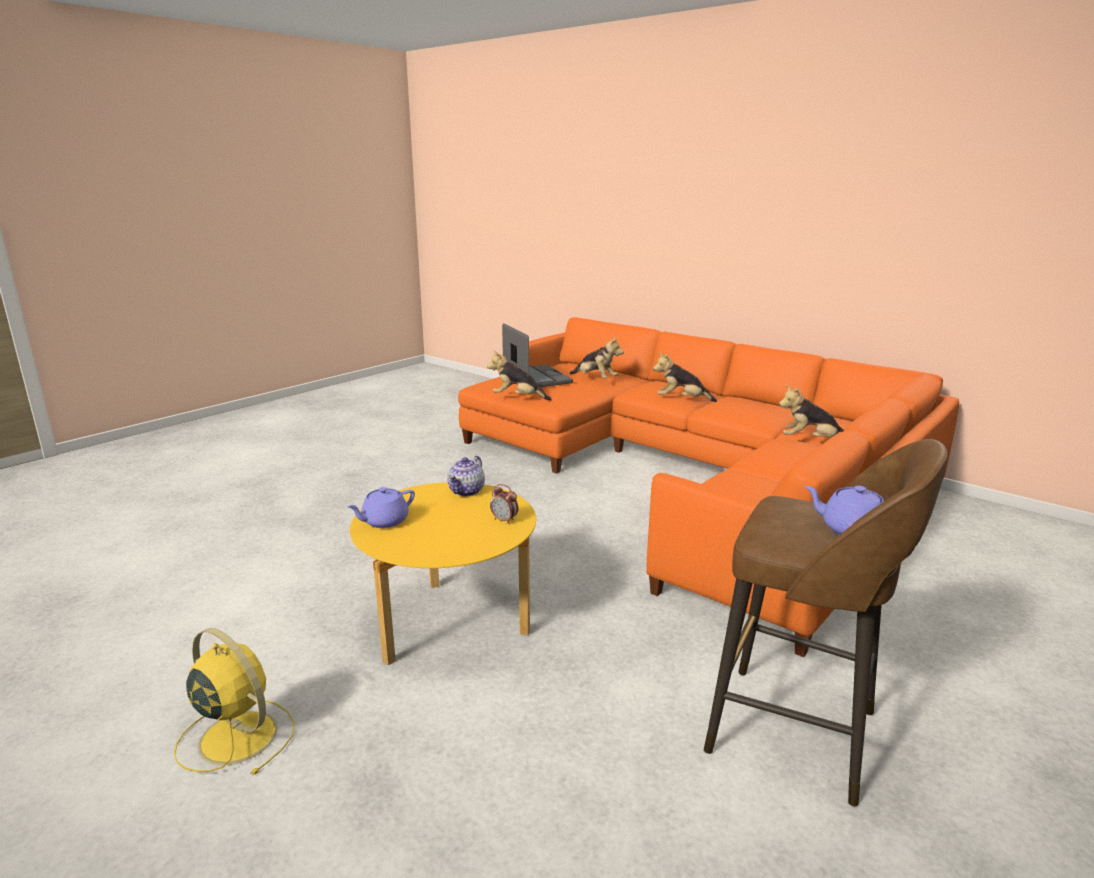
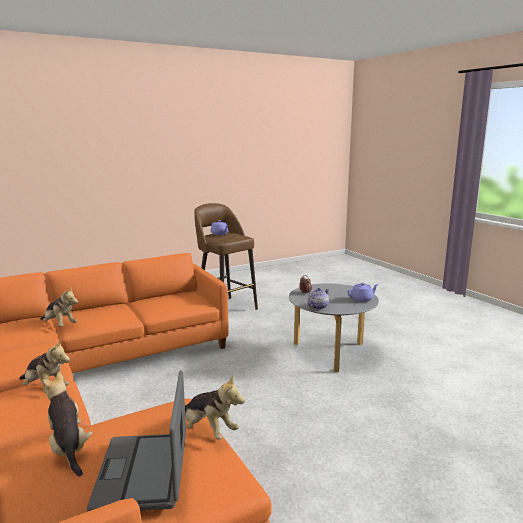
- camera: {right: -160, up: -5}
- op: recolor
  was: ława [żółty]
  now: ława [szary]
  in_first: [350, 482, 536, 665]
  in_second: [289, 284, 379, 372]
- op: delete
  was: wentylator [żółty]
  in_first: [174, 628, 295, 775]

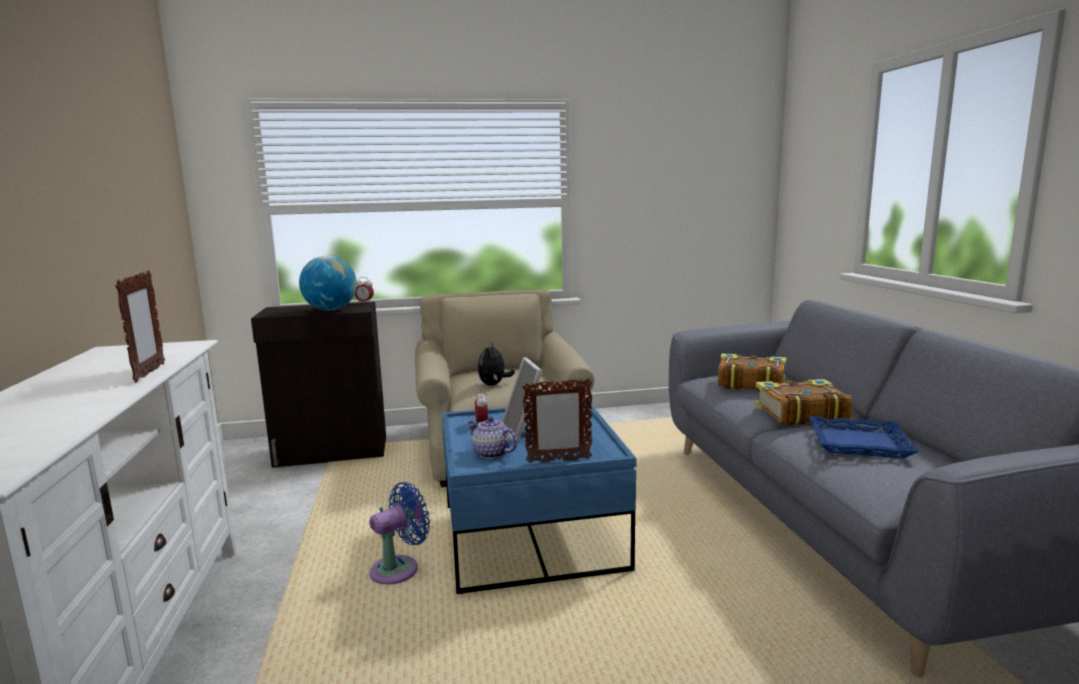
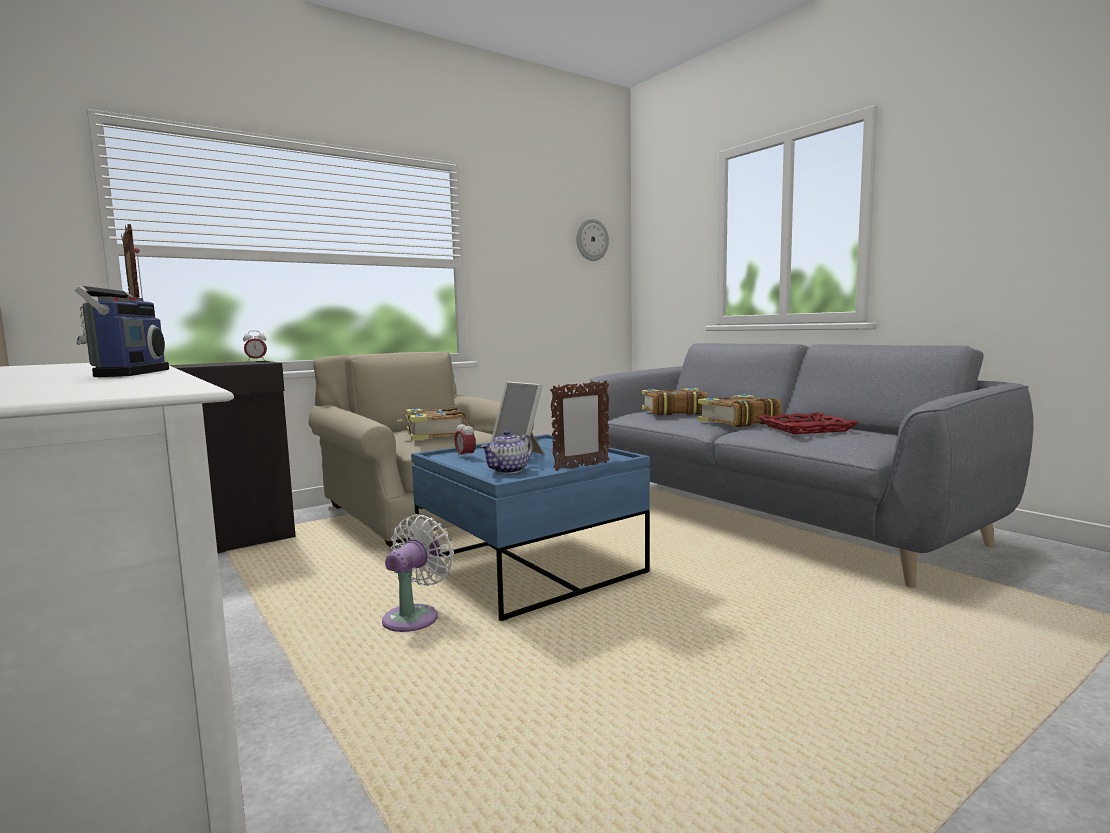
- camera: {right: -25, up: -5}
- op: insert
  now: radio
  in_second: [74, 248, 169, 377]
- op: recolor
  was: wentylator [niebieski]
  now: wentylator [biały]
  in_first: [370, 482, 430, 585]
  in_second: [382, 514, 454, 632]
- op: replace
  was: pluszak
  now: książka
  in_first: [478, 343, 515, 385]
  in_second: [397, 406, 466, 440]
- op: rotate
  was: imbryk
  in_first: [467, 417, 517, 459]
  in_second: [481, 431, 533, 474]
  clockwise: -60
- op: insert
  now: zegar ścienny
  in_second: [576, 218, 609, 261]
- op: recolor
  was: taca [niebieski]
  now: taca [czerwony]
  in_first: [809, 416, 919, 458]
  in_second: [757, 412, 860, 434]
- op: delete
  was: globus
  in_first: [299, 256, 357, 311]

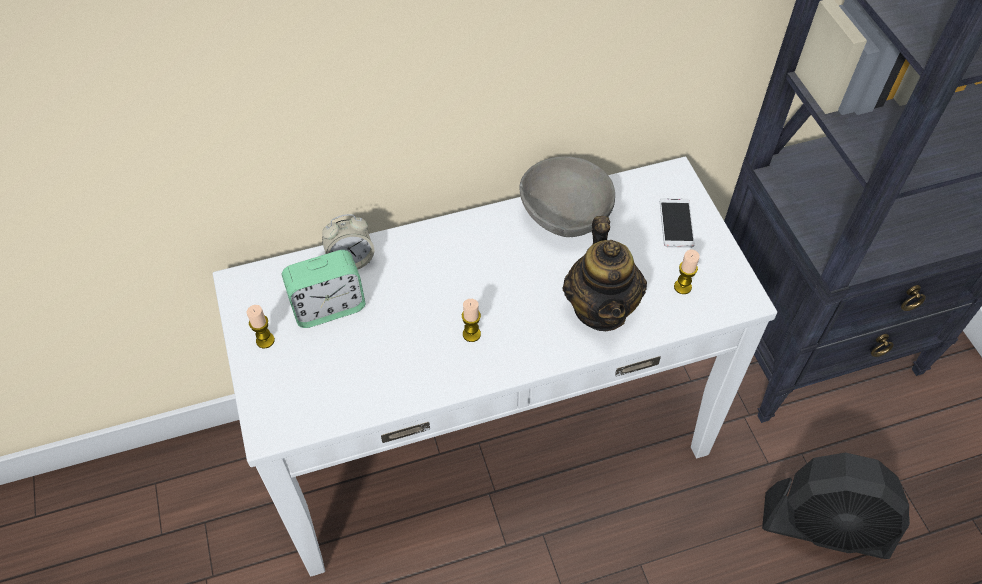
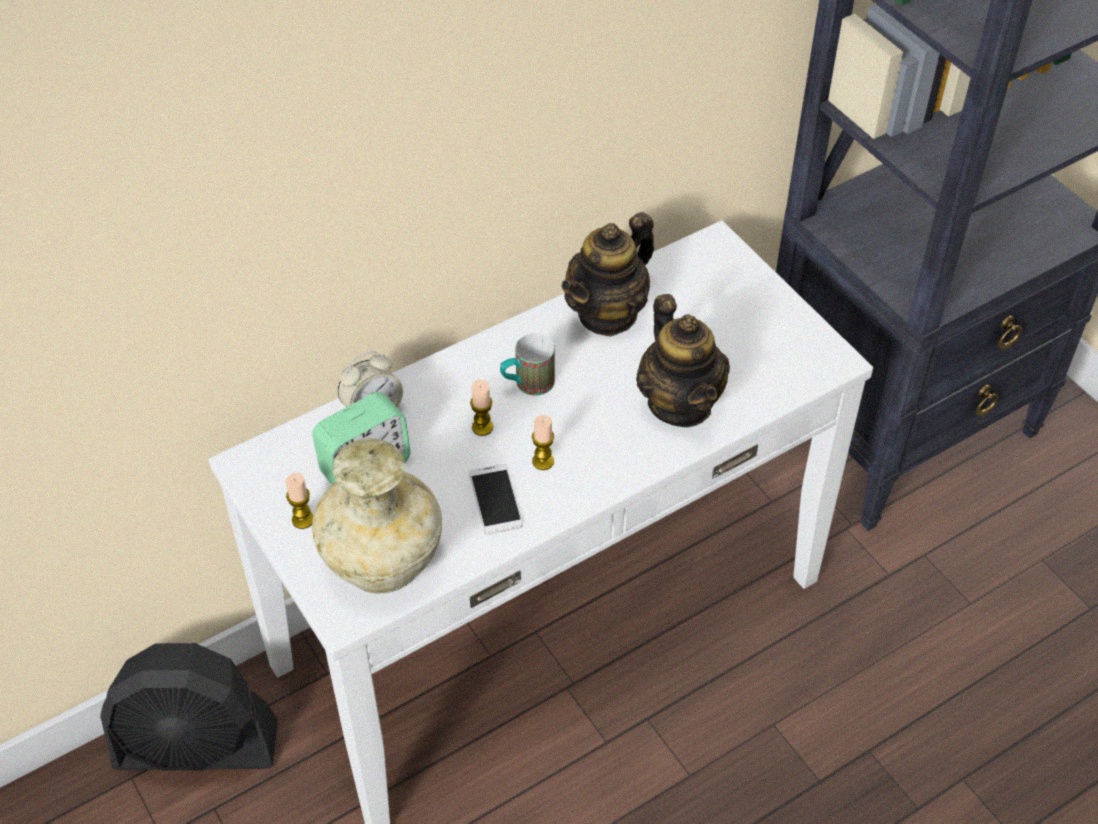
- camera: {right: -15, up: -5}
- op: move
  was: wentylator [czarny]
  in_first: [762, 453, 910, 559]
  in_second: [100, 643, 278, 771]
- op: insert
  now: wazon [beżowy]
  in_second: [312, 438, 442, 593]
- op: move
  was: telefon
  in_first: [660, 198, 695, 248]
  in_second: [469, 464, 523, 535]
- op: move
  was: świeca
  in_first: [674, 250, 700, 294]
  in_second: [470, 380, 493, 436]
- op: insert
  now: kubek
  in_second: [500, 333, 555, 396]
- op: replace
  was: miska [szary]
  now: imbryk
  in_first: [519, 156, 615, 237]
  in_second: [561, 212, 654, 337]

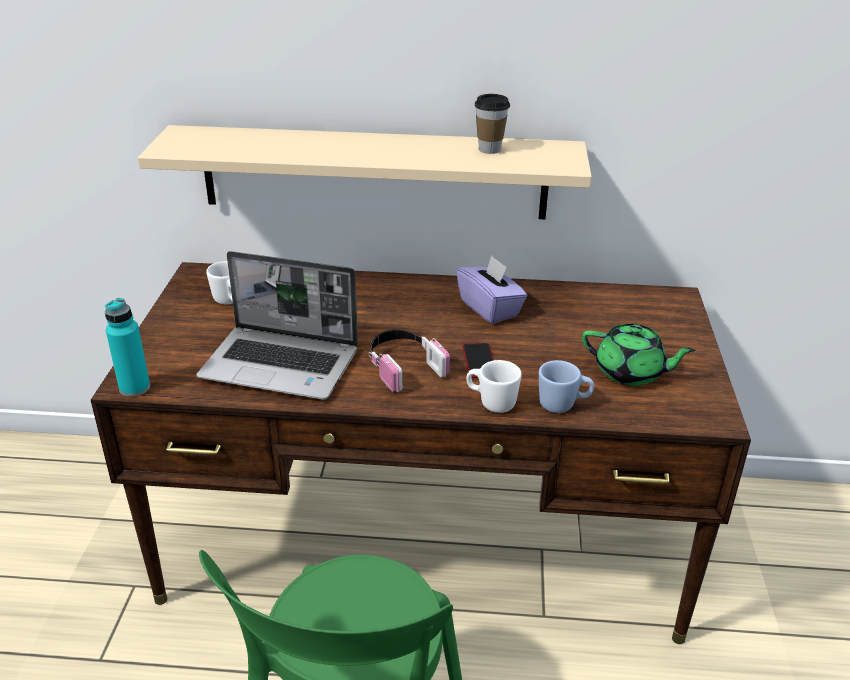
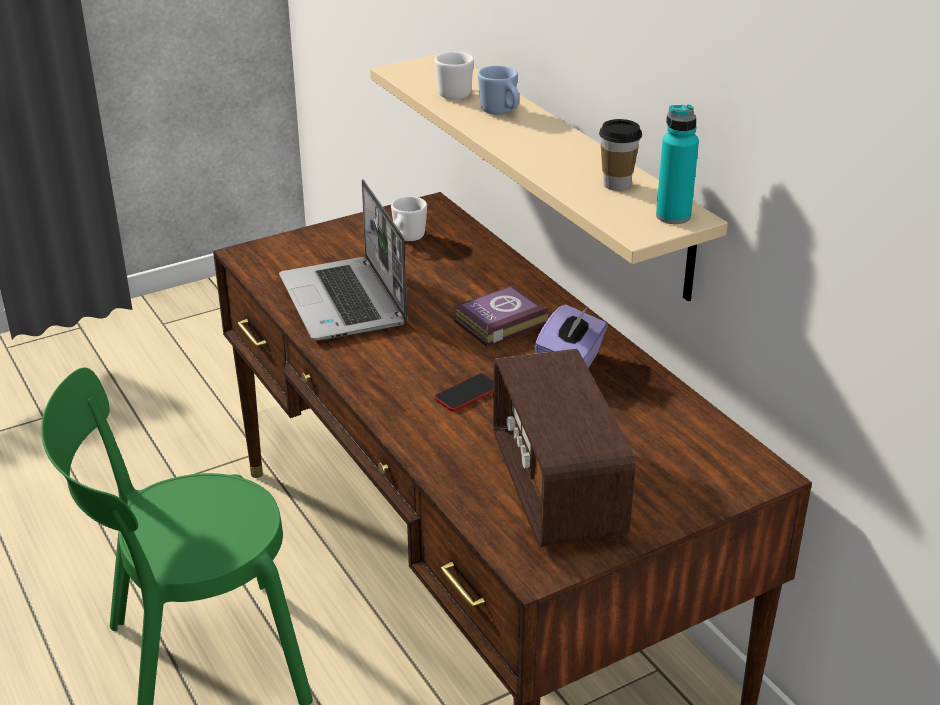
- camera: {right: 55, up: 0}
- op: move
  was: kubek [biały]
  in_first: [466, 360, 522, 413]
  in_second: [435, 52, 474, 100]
- op: insert
  now: książka
  in_second: [454, 285, 548, 347]
- op: move
  was: kubek [niebieski]
  in_first: [539, 360, 594, 413]
  in_second: [478, 66, 520, 115]
- op: replace
  was: imbryk [zielony]
  now: radio
  in_first: [582, 323, 696, 386]
  in_second: [493, 349, 635, 547]
- op: move
  was: butelka [turkusowy]
  in_first: [105, 298, 150, 397]
  in_second: [656, 105, 699, 224]
- op: delete
  was: słuchawki
  in_first: [369, 329, 450, 393]

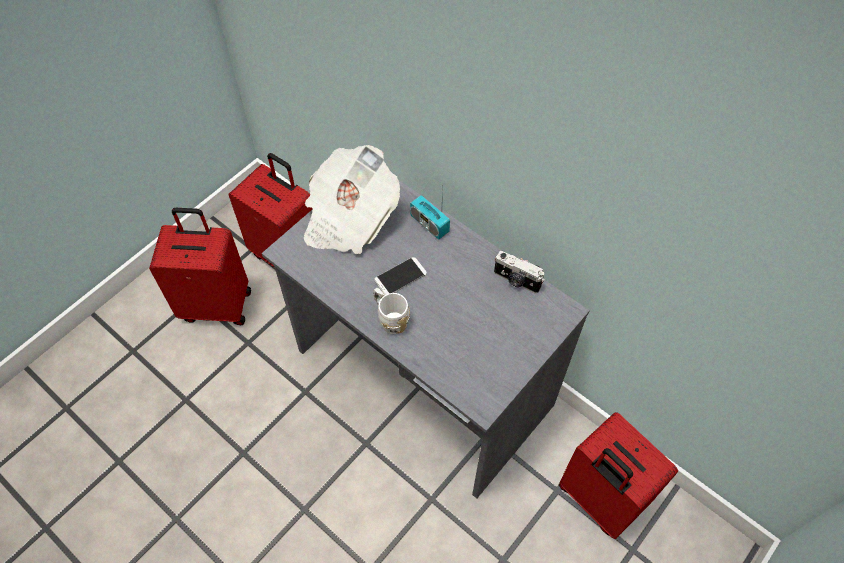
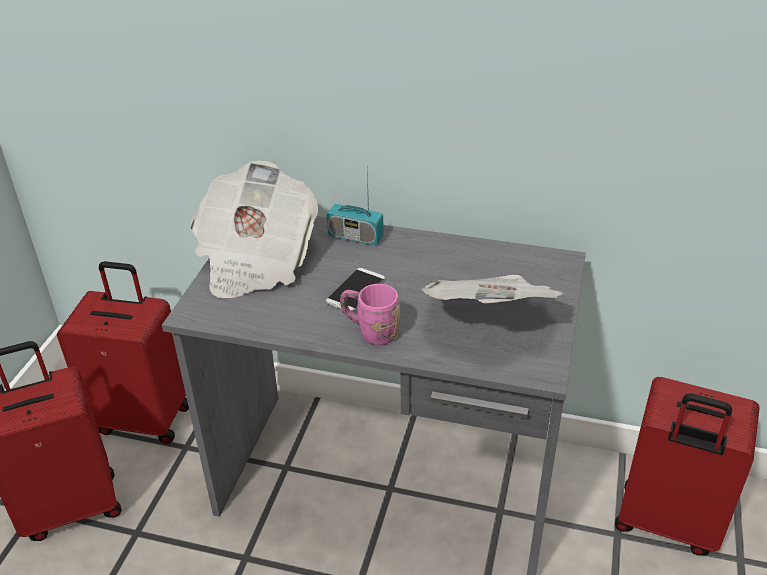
- camera: {right: -25, up: -20}
- op: recolor
  was: kubek [biały]
  now: kubek [różowy]
  in_first: [373, 288, 410, 334]
  in_second: [340, 284, 400, 345]
- op: insert
  now: gazeta
  in_second: [421, 275, 564, 303]
- op: delete
  was: aparat fotograficzny
  in_first: [494, 251, 545, 293]

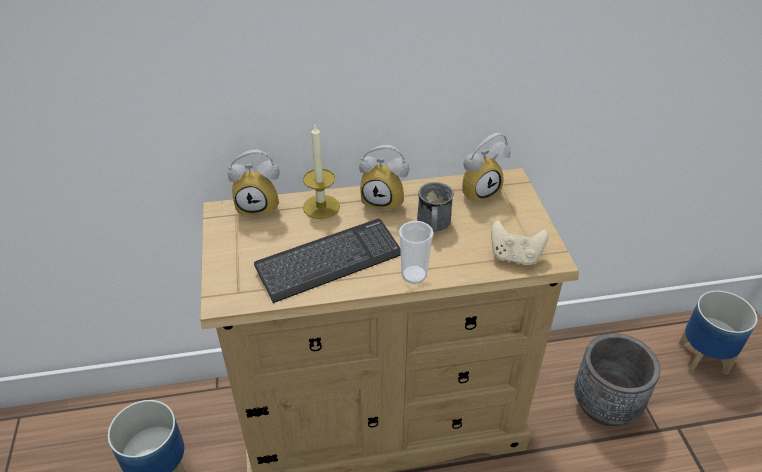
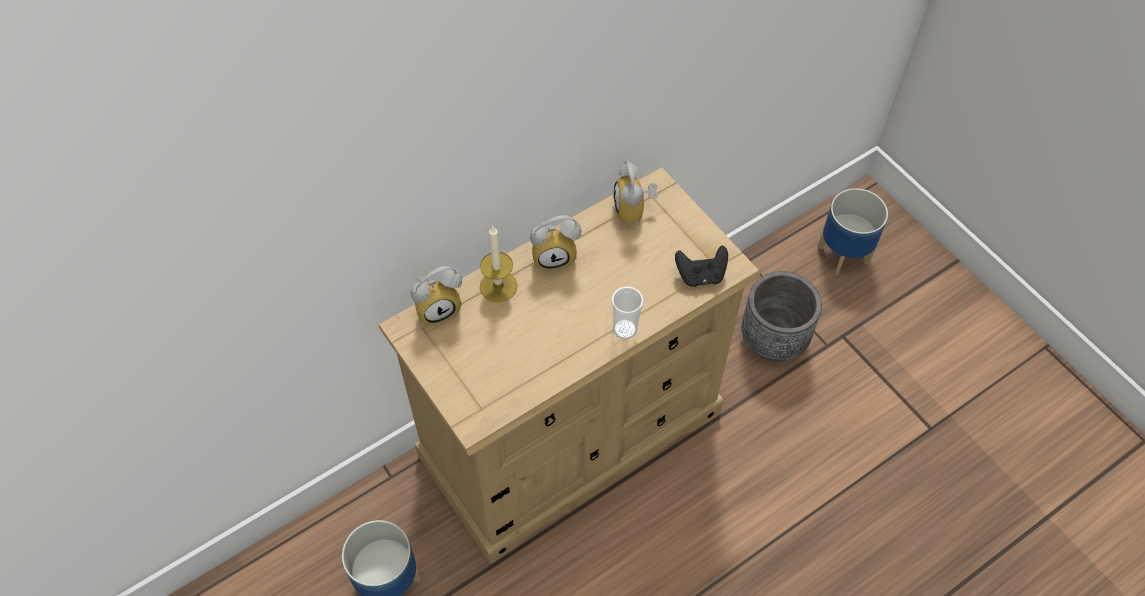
- camera: {right: -25, up: 15}
- op: rotate
  was: budzik
  in_first: [461, 133, 510, 205]
  in_second: [613, 161, 658, 225]
  clockwise: 135
- op: recolor
  was: pad do gier [beżowy]
  now: pad do gier [czarny]
  in_first: [491, 220, 548, 265]
  in_second: [675, 246, 728, 287]
- op: delete
  was: klawiatura
  in_first: [254, 219, 401, 303]
- op: delete
  was: kubek [szary]
  in_first: [417, 182, 454, 232]

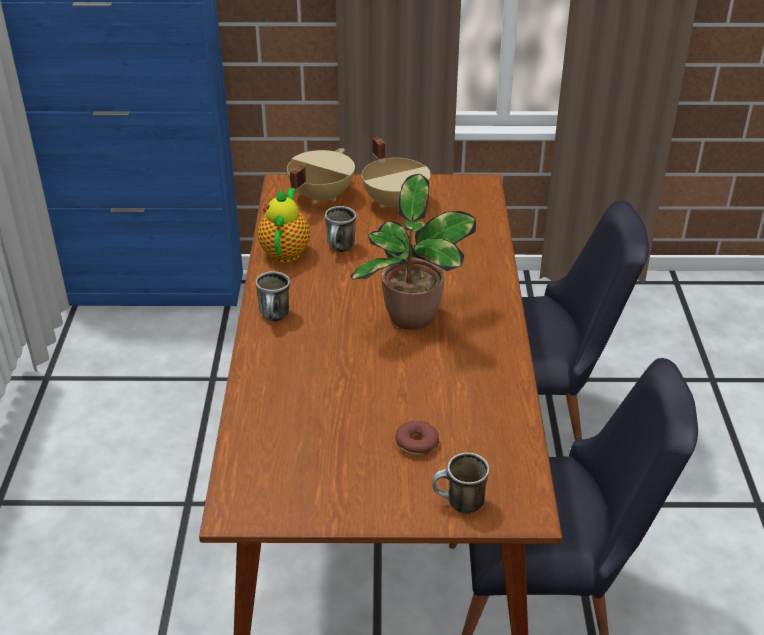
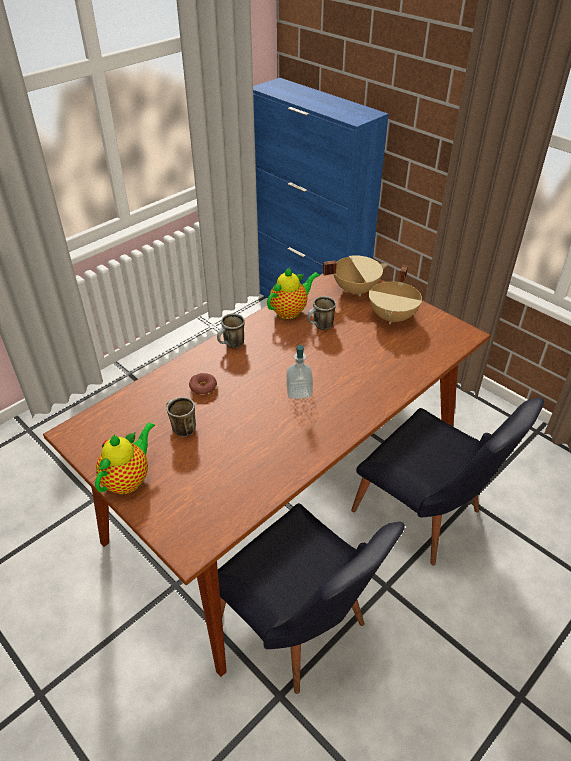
- camera: {right: 45, up: 5}
- op: insert
  now: imbryk
  in_second: [95, 422, 155, 494]
- op: move
  was: kubek
  in_first: [432, 452, 489, 514]
  in_second: [166, 397, 196, 437]
- op: move
  was: donut
  in_first: [395, 420, 439, 455]
  in_second: [189, 373, 217, 395]
- op: replace
  was: roślina doniczkowa
  now: dozownik mydła
  in_first: [351, 174, 476, 330]
  in_second: [286, 343, 313, 399]

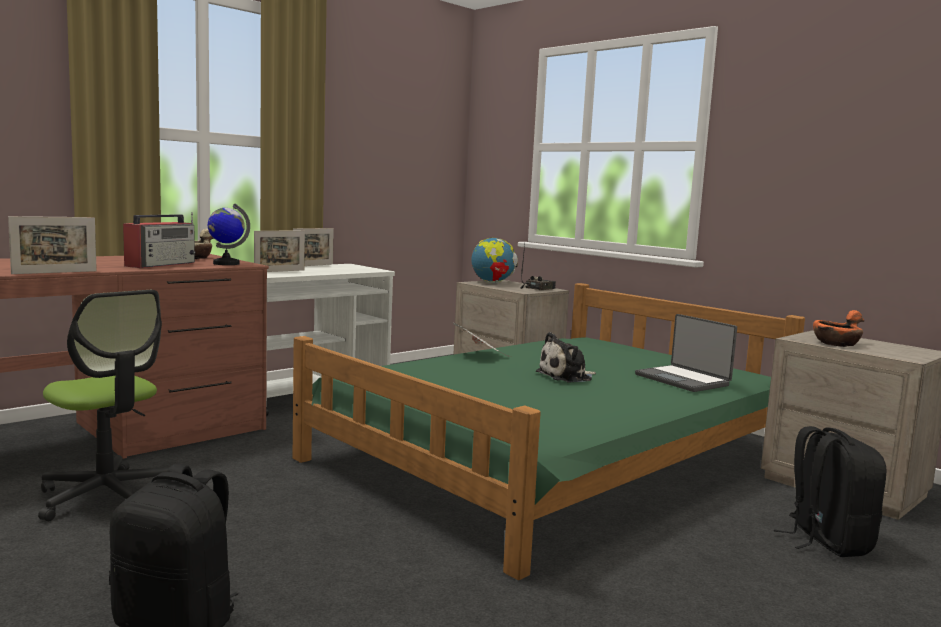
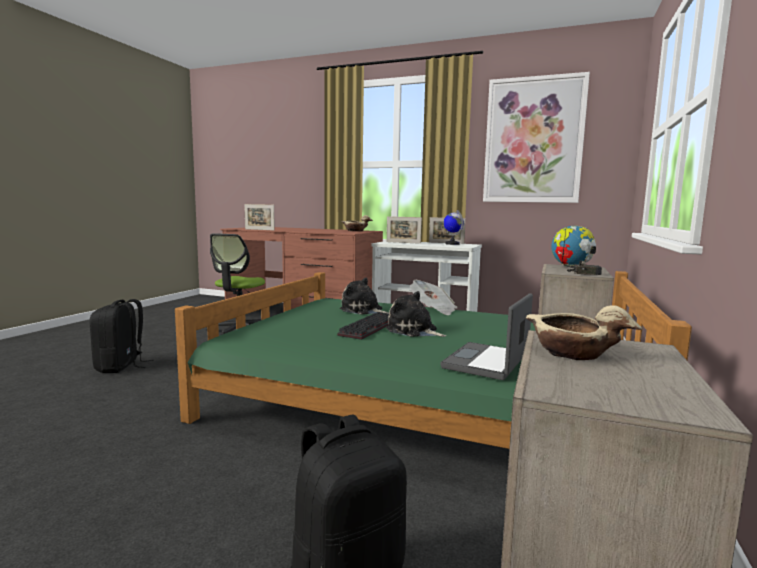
- camera: {right: 65, up: 0}
- op: insert
  now: klawiatura
  in_second: [337, 312, 389, 340]
- op: insert
  now: pluszak
  in_second: [340, 277, 389, 315]
- op: move
  was: globus
  in_first: [208, 203, 250, 265]
  in_second: [444, 210, 464, 245]
- op: insert
  now: obraz
  in_second: [483, 72, 590, 203]
- op: recolor
  was: miska [pomarańczowy]
  now: miska [beżowy]
  in_first: [813, 310, 864, 347]
  in_second: [525, 305, 642, 360]
- op: delete
  was: radio
  in_first: [123, 212, 195, 268]

